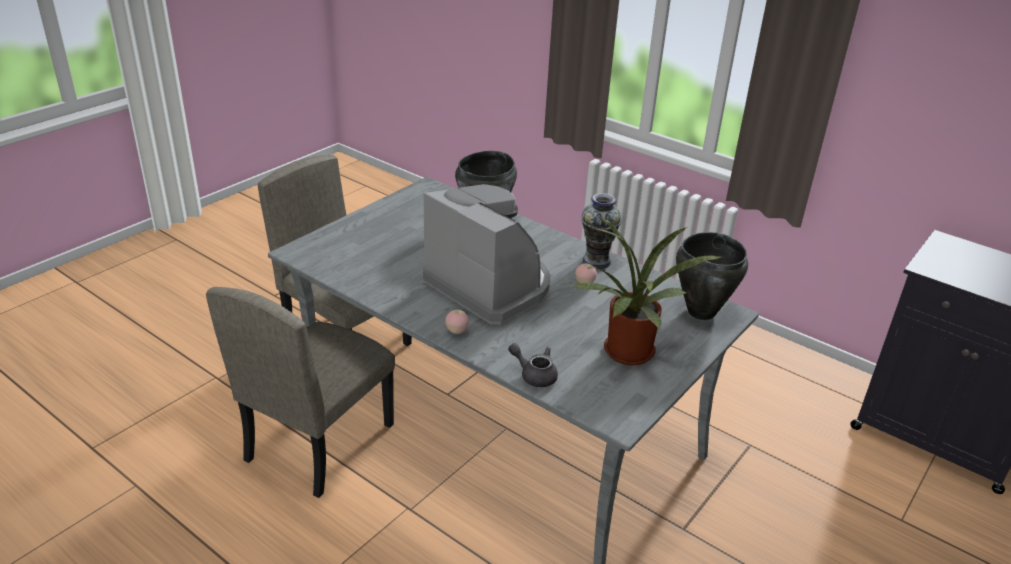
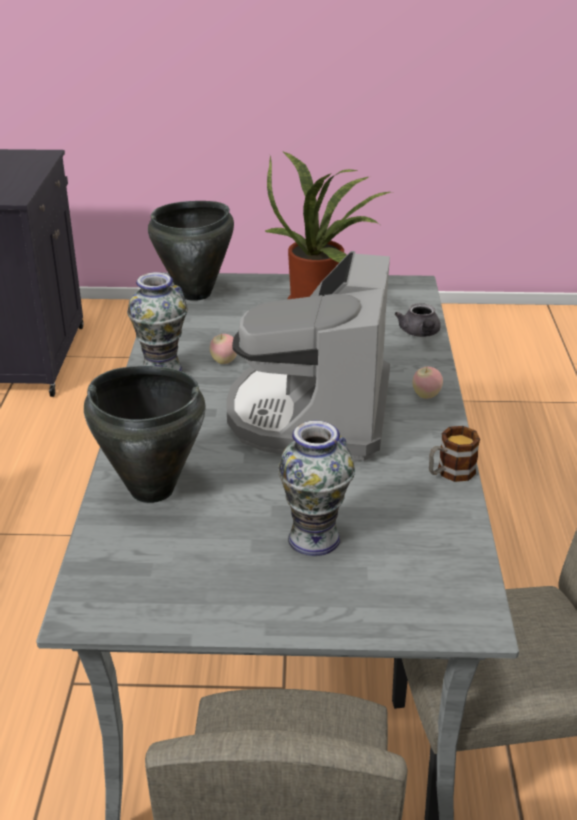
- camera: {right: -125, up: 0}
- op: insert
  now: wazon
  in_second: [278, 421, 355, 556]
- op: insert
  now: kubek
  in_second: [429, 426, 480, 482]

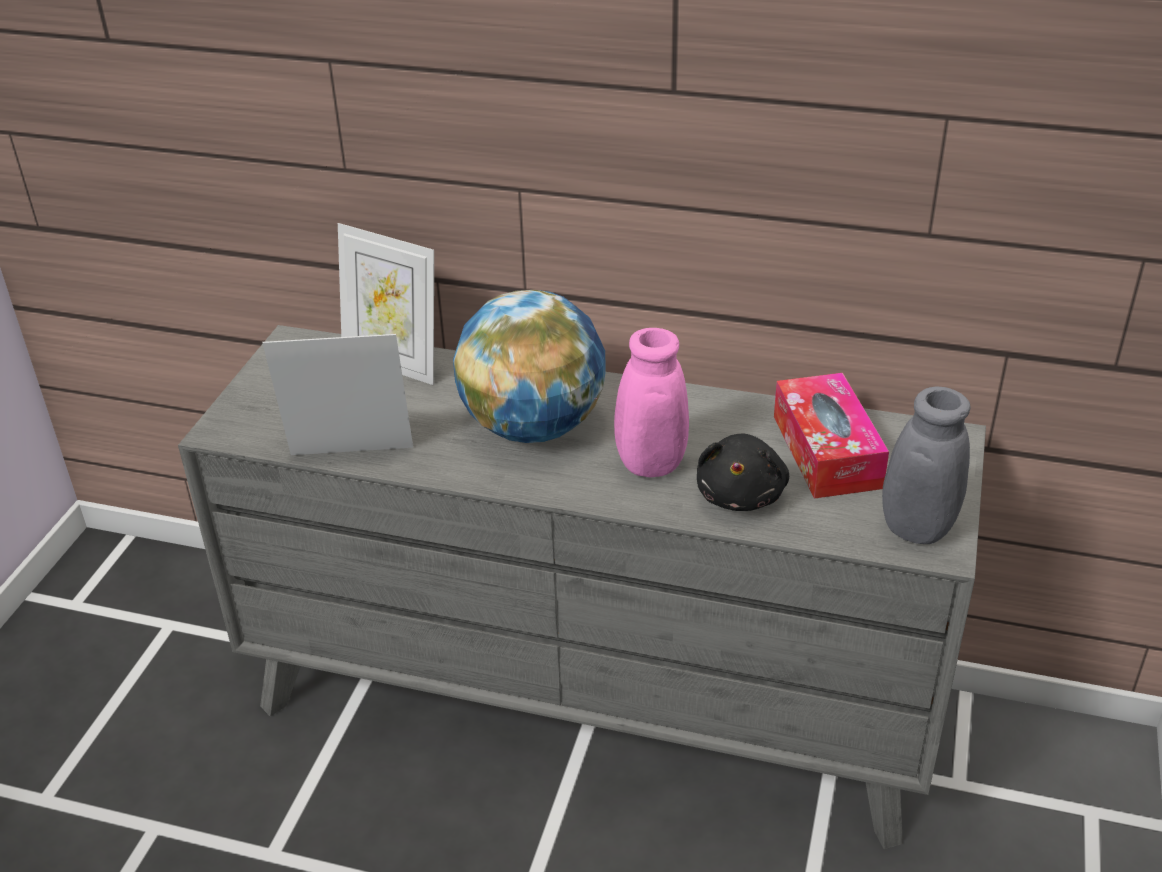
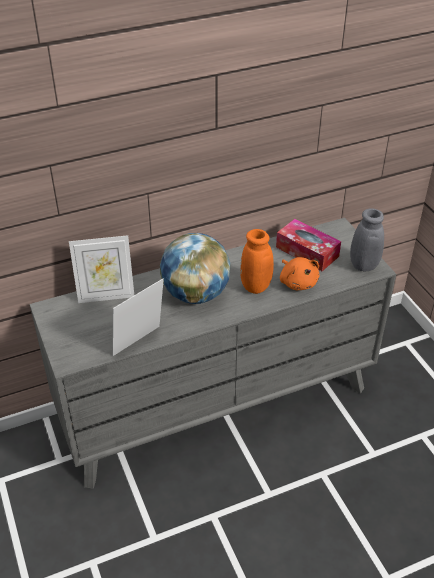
- camera: {right: -40, up: 5}
- op: recolor
  was: wazon [różowy]
  now: wazon [pomarańczowy]
  in_first: [594, 328, 689, 478]
  in_second: [240, 229, 274, 294]
- op: recolor
  was: pluszak [czarny]
  now: pluszak [pomarańczowy]
  in_first: [697, 434, 789, 511]
  in_second: [280, 257, 319, 290]

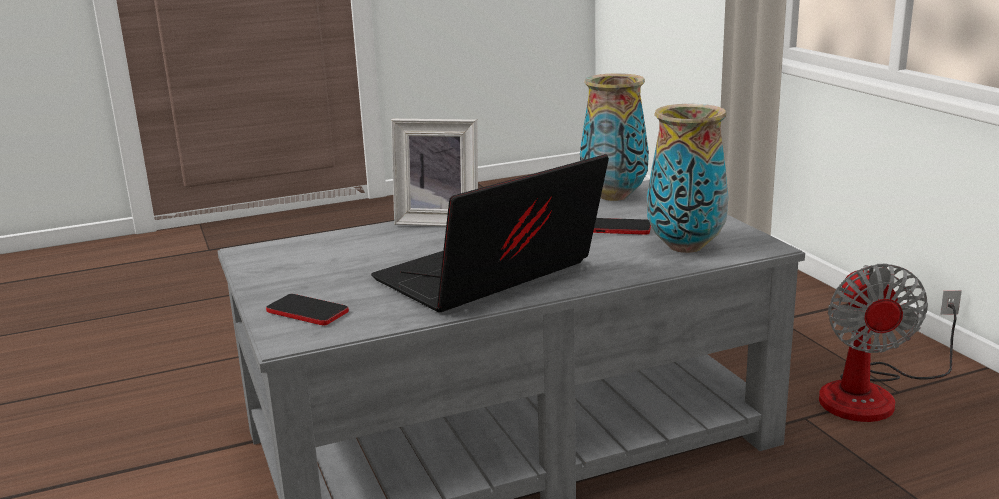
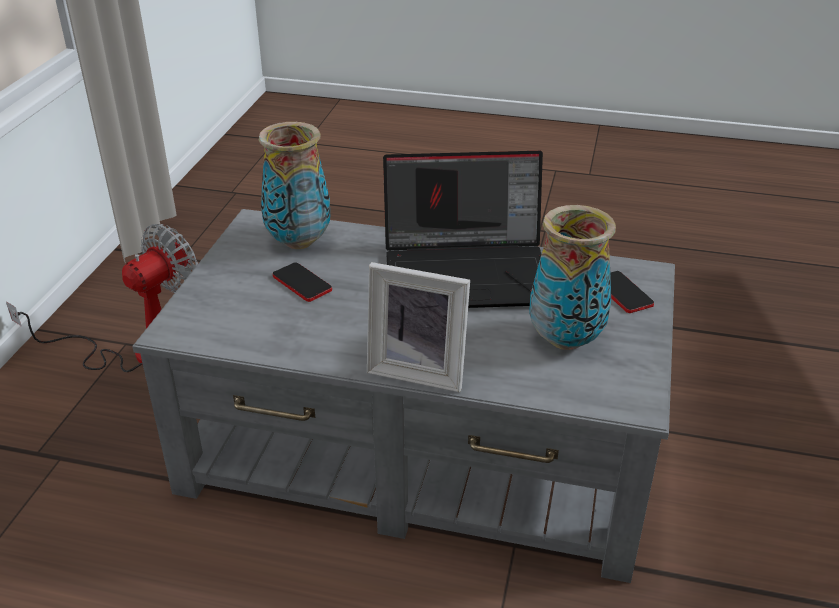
- camera: {right: -145, up: 15}
- op: rotate
  was: ramka na zdjęcie
  in_first: [391, 119, 478, 226]
  in_second: [367, 262, 470, 392]
  clockwise: 150
- op: move
  was: wazon
  in_first: [580, 73, 649, 201]
  in_second: [529, 205, 616, 350]

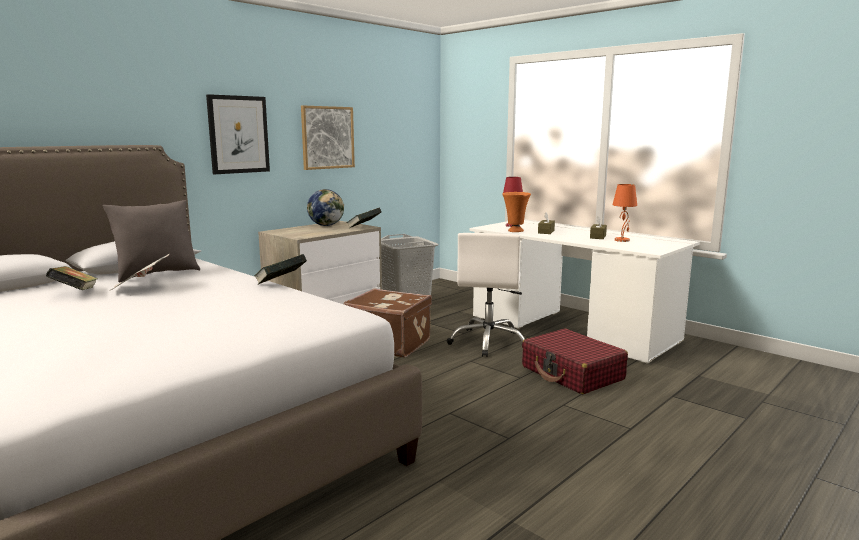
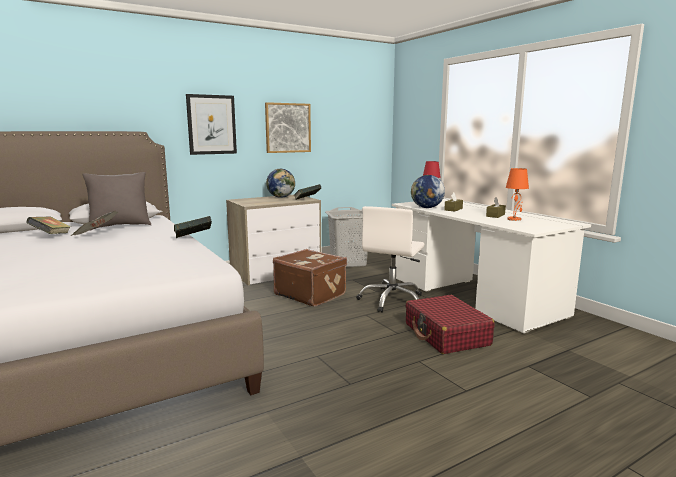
- camera: {right: 15, up: 0}
- op: replace
  was: wazon [pomarańczowy]
  now: globus
  in_first: [502, 192, 531, 232]
  in_second: [411, 175, 445, 208]

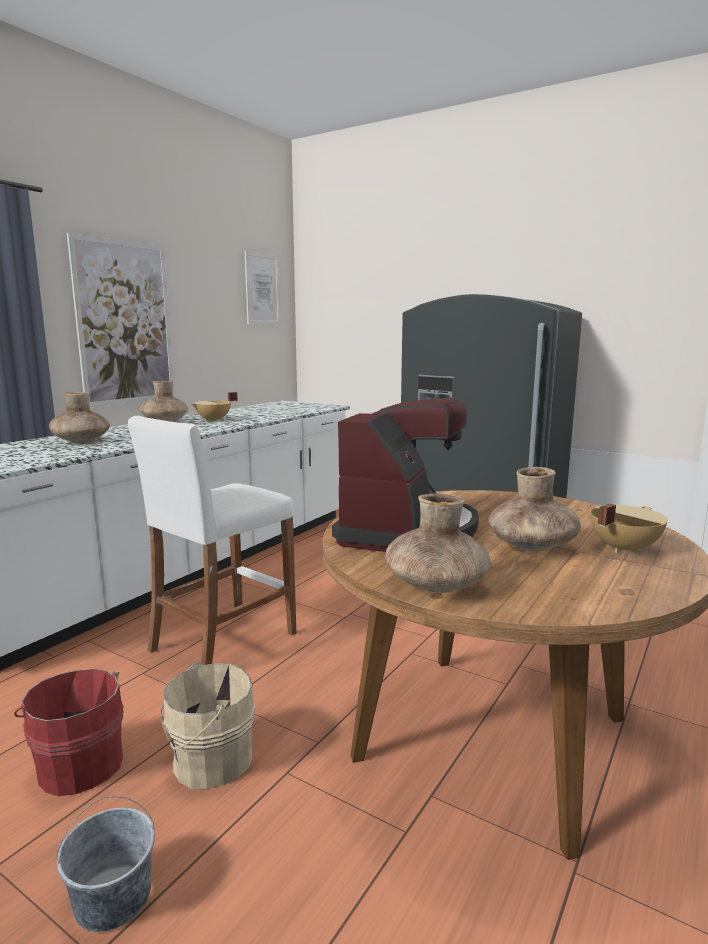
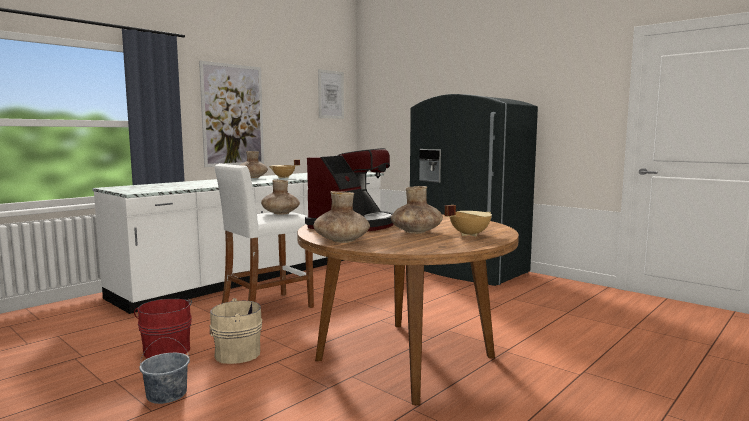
- camera: {right: 10, up: -5}
- op: move
  was: wazon [brązowy]
  in_first: [49, 391, 110, 443]
  in_second: [261, 180, 300, 215]

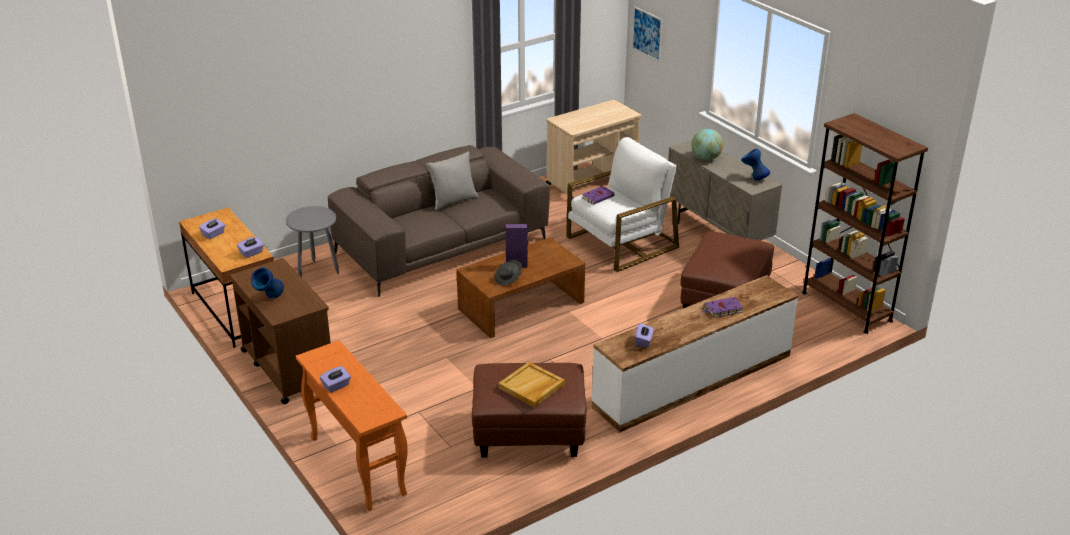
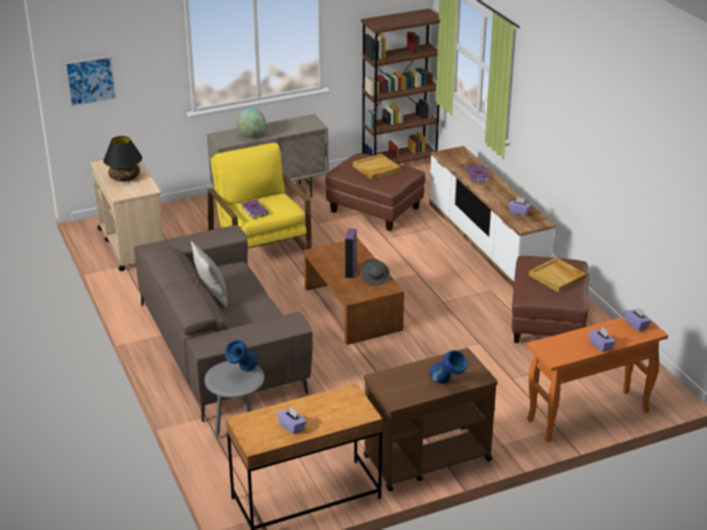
- camera: {right: -80, up: 0}
- op: insert
  now: lampa stołowa [czarny]
  in_second: [103, 136, 142, 182]
- op: recolor
  was: fotel [biały]
  now: fotel [żółty]
  in_first: [566, 137, 679, 272]
  in_second: [208, 143, 312, 250]
- op: move
  was: wazon [niebieski]
  in_first: [741, 148, 770, 181]
  in_second: [225, 339, 258, 372]
- op: insert
  now: taca [beżowy]
  in_second: [353, 154, 401, 180]
- op: move
  was: pudełko chusteczek [fioletowy]
  in_first: [237, 237, 264, 258]
  in_second: [625, 307, 651, 331]

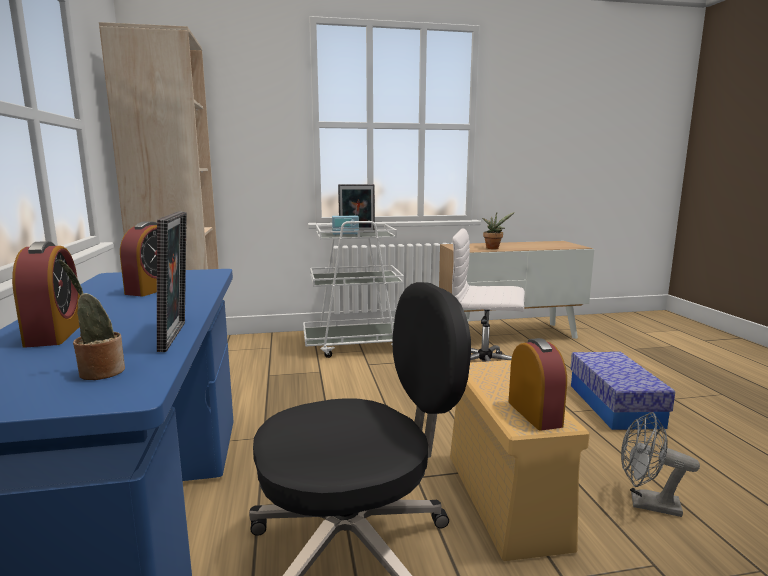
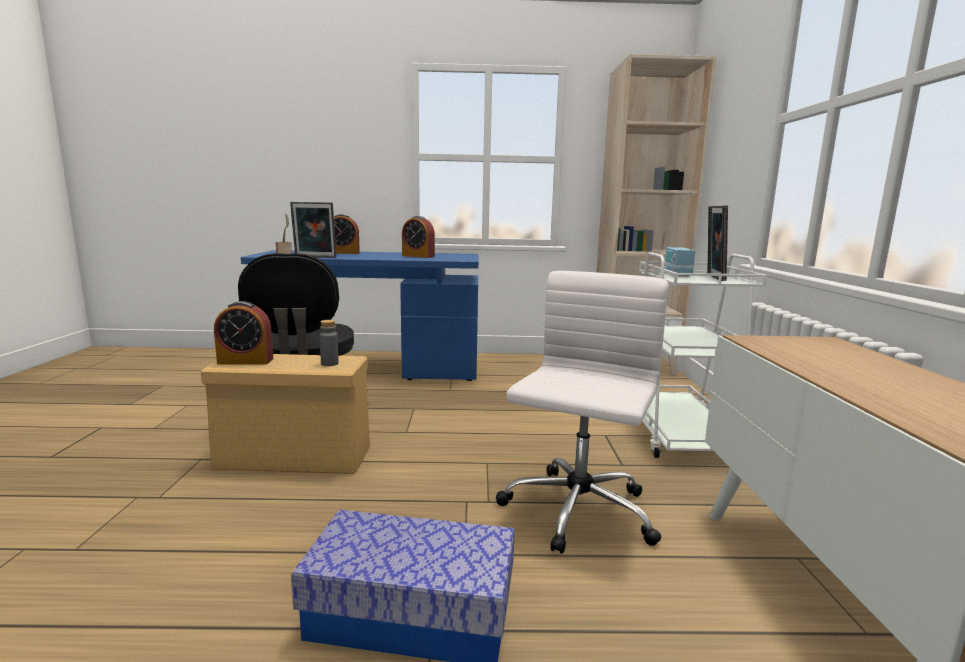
- camera: {right: 100, up: 0}
- op: insert
  now: butelka [szary]
  in_second: [320, 320, 339, 366]
- op: delete
  was: roślina doniczkowa
  in_first: [482, 212, 515, 249]
- op: delete
  was: wentylator [szary]
  in_first: [621, 412, 700, 517]

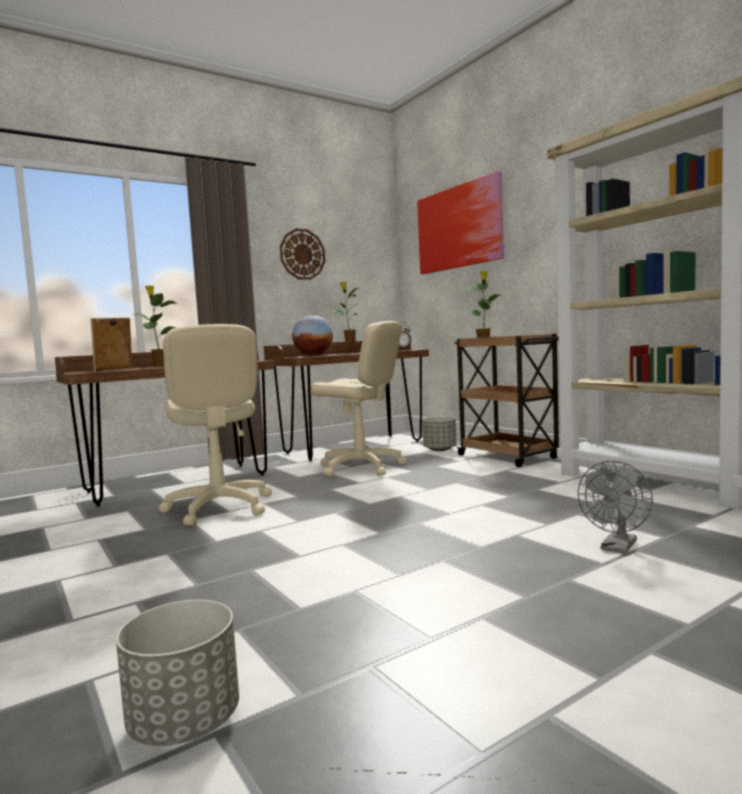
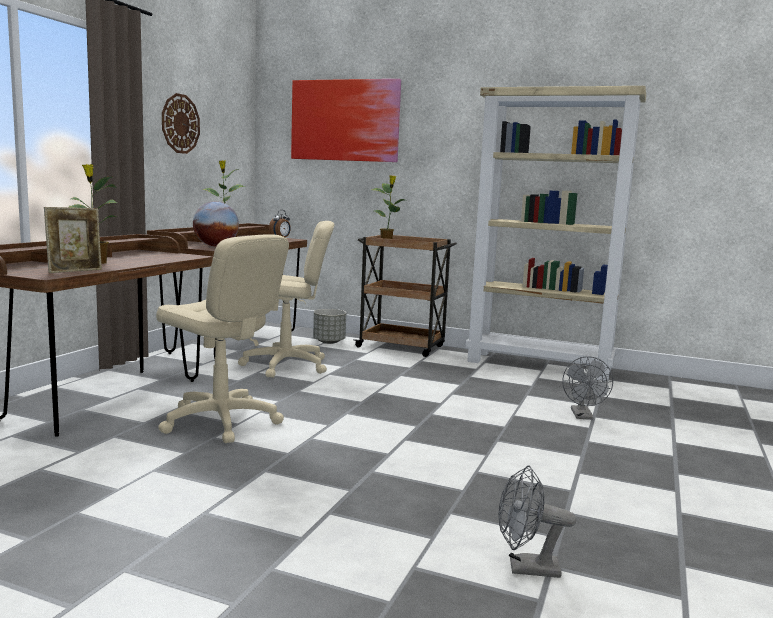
- camera: {right: -35, up: 5}
- op: rotate
  was: ramka na zdjęcie
  in_first: [91, 318, 132, 372]
  in_second: [44, 207, 102, 273]
  clockwise: -135
- op: replace
  was: donica [szary]
  now: wentylator [szary]
  in_first: [116, 600, 239, 746]
  in_second: [499, 465, 576, 578]

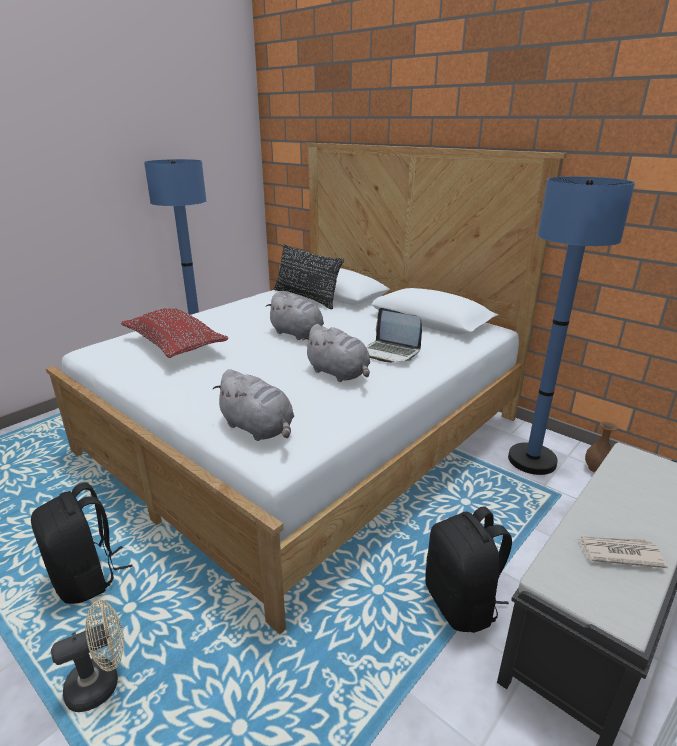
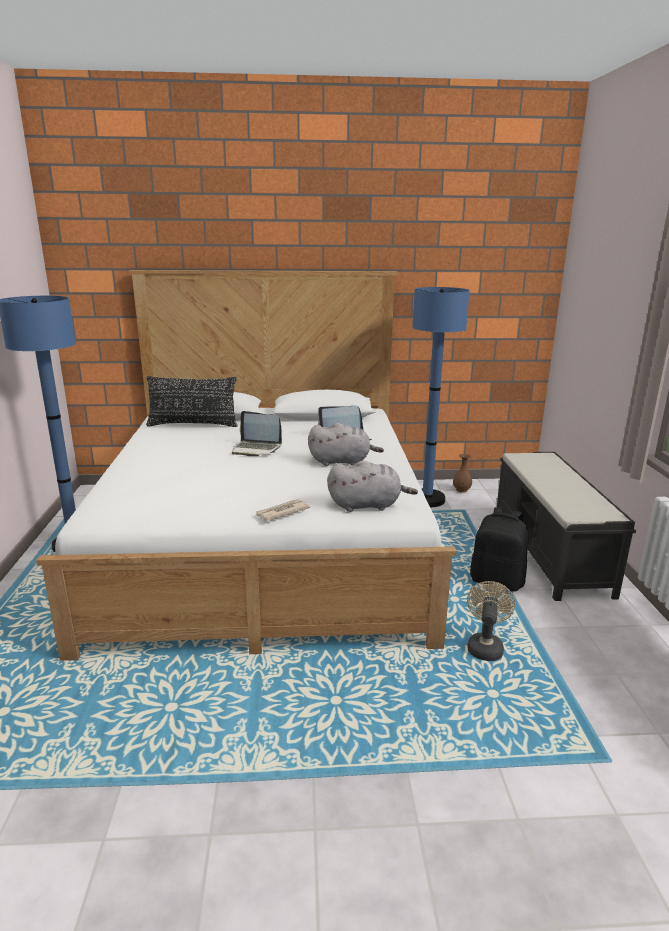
- camera: {right: -45, up: -5}
- op: replace
  was: pluszak [szary]
  now: laptop
  in_first: [266, 292, 324, 340]
  in_second: [232, 411, 282, 456]
- op: move
  was: gazeta
  in_first: [578, 536, 668, 568]
  in_second: [256, 499, 310, 521]
- op: move
  was: wentylator [beżowy]
  in_first: [51, 600, 124, 712]
  in_second: [467, 581, 515, 661]
- op: delete
  was: plecak [czarny]
  in_first: [31, 483, 132, 604]
- op: delete
  was: poduszka [czerwony]
  in_first: [121, 308, 228, 358]

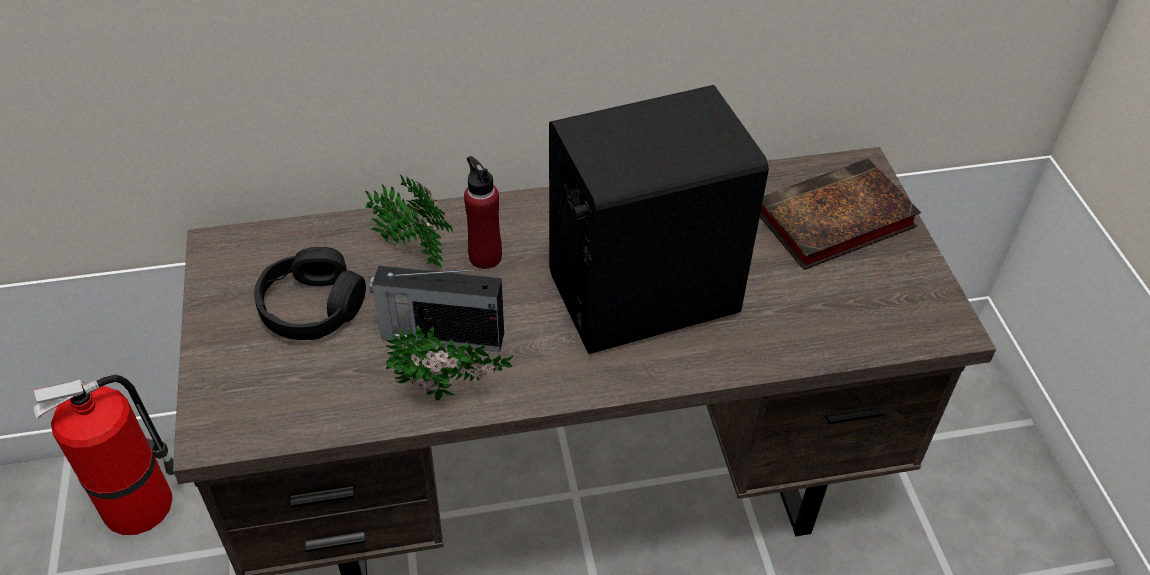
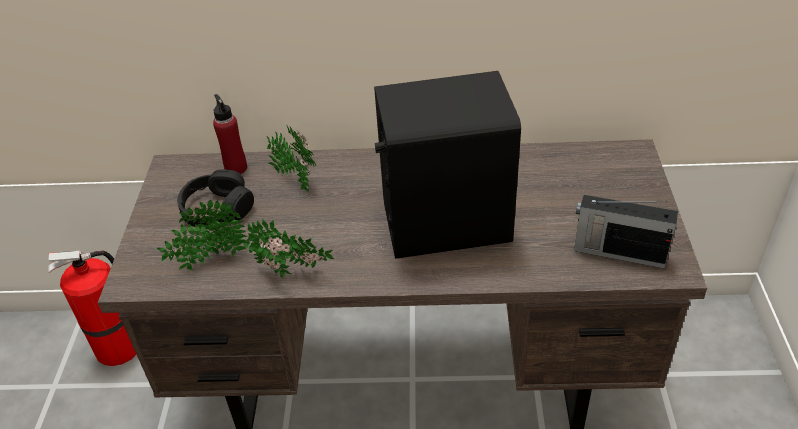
- camera: {right: 15, up: -5}
- op: insert
  now: roślina doniczkowa
  in_second: [157, 200, 247, 271]
- op: move
  was: butelka [czerwony]
  in_first: [464, 156, 502, 269]
  in_second: [213, 94, 247, 174]
- op: move
  was: radio
  in_first: [369, 266, 504, 352]
  in_second: [574, 195, 678, 269]
- op: delete
  was: książka
  in_first: [760, 158, 921, 270]

